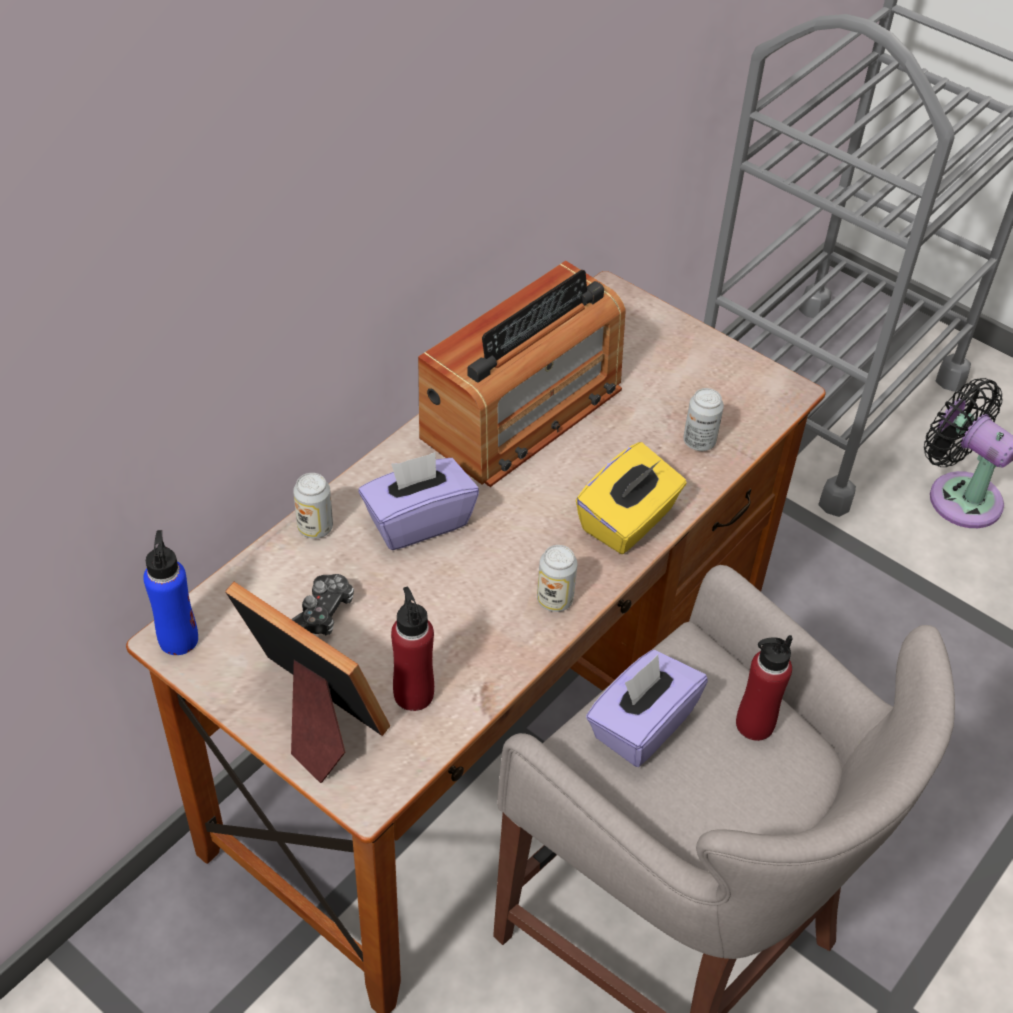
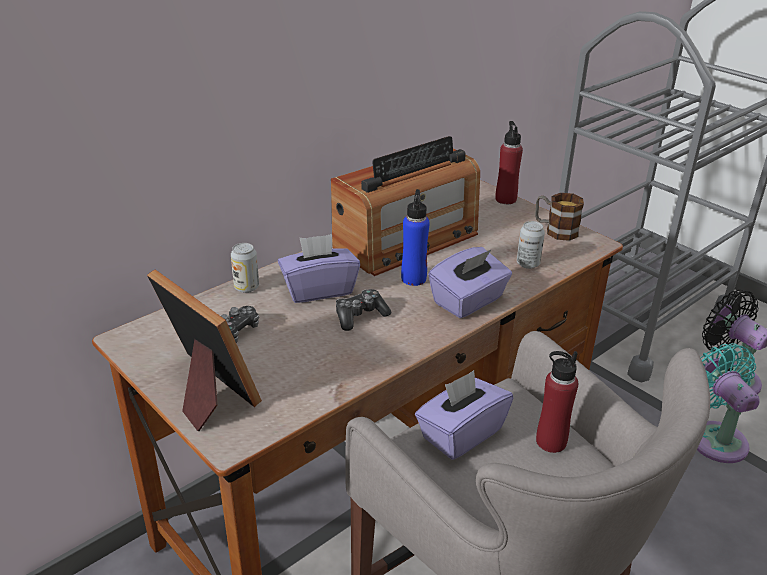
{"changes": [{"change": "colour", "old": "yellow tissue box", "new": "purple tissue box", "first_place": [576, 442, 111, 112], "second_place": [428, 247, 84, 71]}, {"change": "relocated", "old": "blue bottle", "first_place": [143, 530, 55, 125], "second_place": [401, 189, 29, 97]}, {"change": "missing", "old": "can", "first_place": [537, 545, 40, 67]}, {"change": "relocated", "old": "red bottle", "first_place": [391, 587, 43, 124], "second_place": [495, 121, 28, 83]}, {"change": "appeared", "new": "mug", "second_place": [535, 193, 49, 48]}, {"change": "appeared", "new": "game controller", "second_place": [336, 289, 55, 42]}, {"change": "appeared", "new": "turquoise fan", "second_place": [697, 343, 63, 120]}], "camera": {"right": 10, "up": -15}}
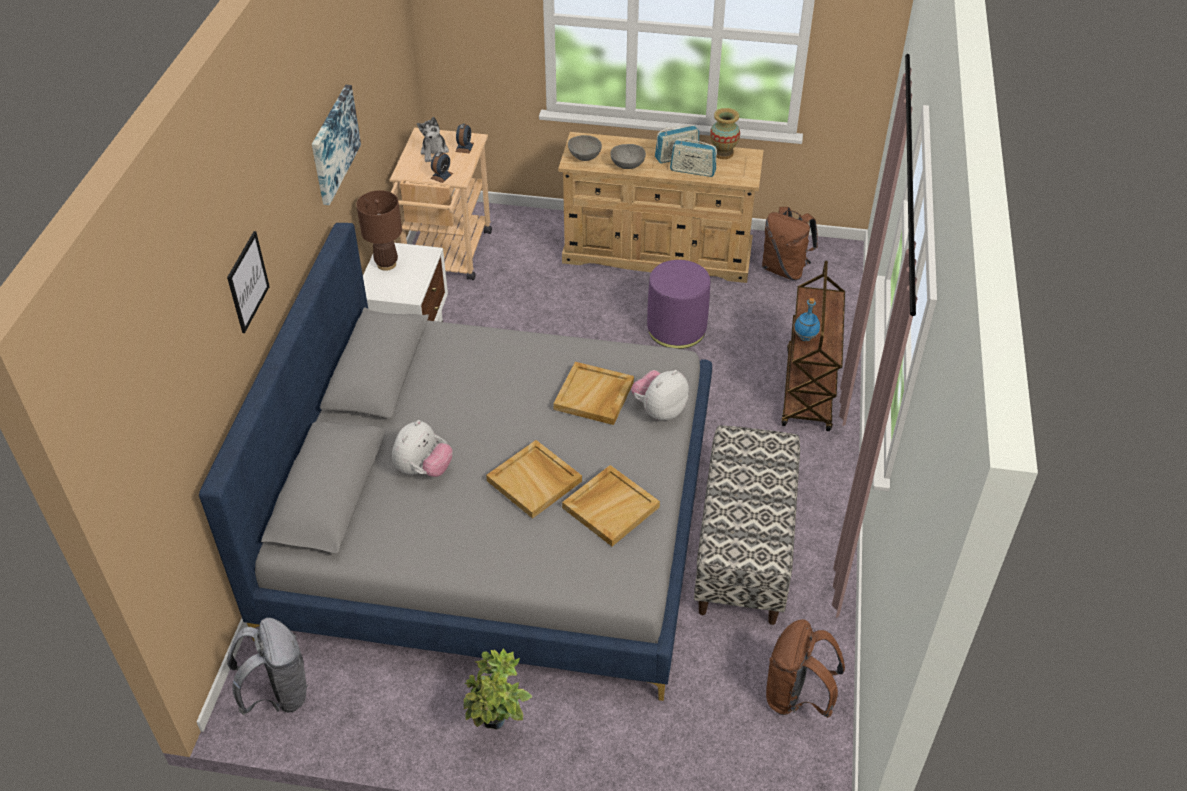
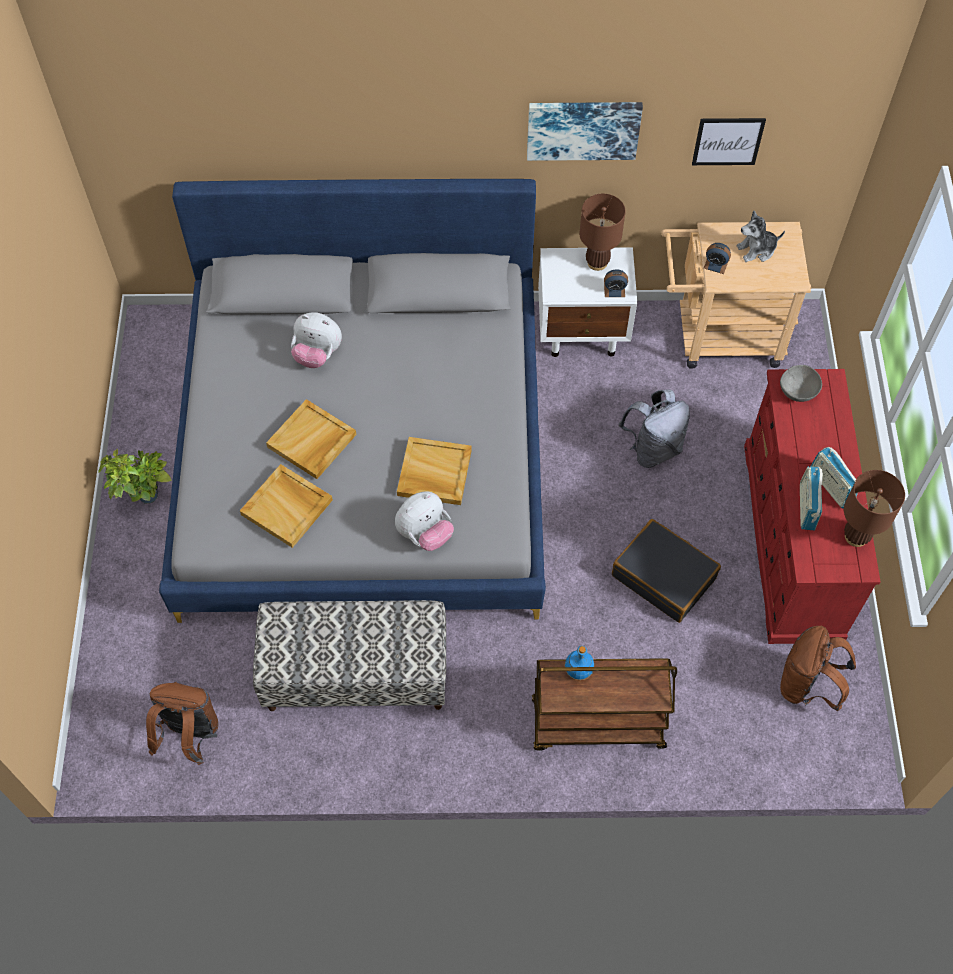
{"changes": [{"change": "exchanged", "old": "vase", "new": "brown table lamp", "first_place": [710, 108, 30, 51], "second_place": [844, 470, 61, 77]}, {"change": "relocated", "old": "alarm clock", "first_place": [455, 123, 19, 30], "second_place": [604, 269, 24, 28]}, {"change": "colour", "old": "beige dresser", "new": "red dresser", "first_place": [558, 132, 206, 151], "second_place": [744, 369, 136, 275]}, {"change": "missing", "old": "grey bowl", "first_place": [610, 144, 36, 25]}, {"change": "relocated", "old": "picture", "first_place": [227, 231, 43, 102], "second_place": [692, 118, 74, 47]}, {"change": "exchanged", "old": "purple ottoman", "new": "black suitcase", "first_place": [647, 260, 63, 89], "second_place": [612, 519, 109, 104]}, {"change": "spun", "old": "plush toy", "first_place": [631, 370, 58, 51], "second_place": [395, 491, 59, 60], "degrees": 105}, {"change": "relocated", "old": "grey backpack", "first_place": [227, 618, 81, 97], "second_place": [619, 389, 71, 79]}], "camera": {"right": 80, "up": 15}}
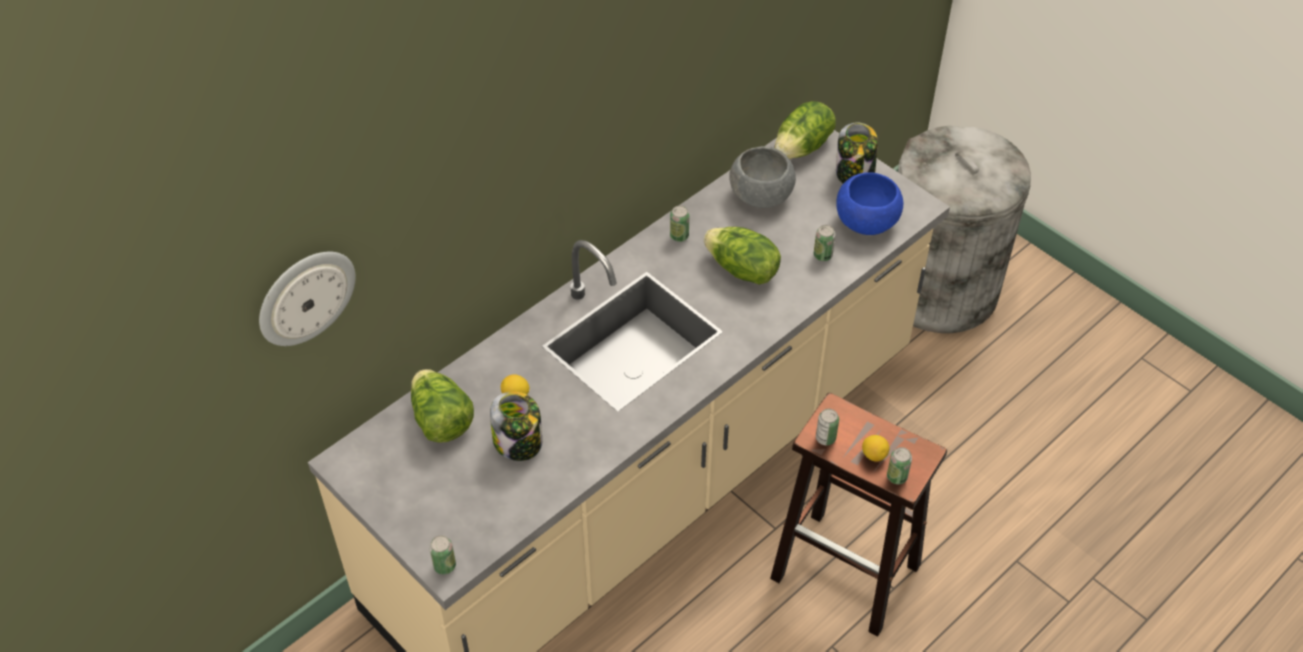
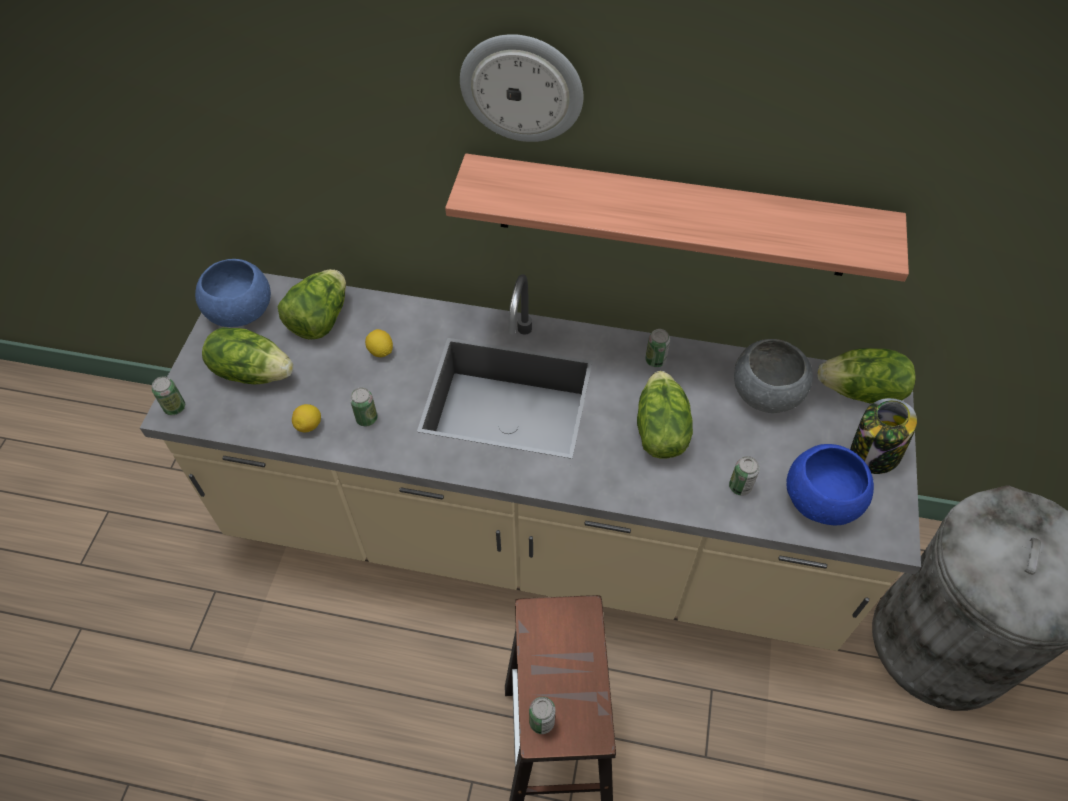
{"changes": [{"change": "relocated", "old": "wall clock", "first_place": [259, 252, 97, 94], "second_place": [460, 34, 123, 108]}, {"change": "missing", "old": "jar", "first_place": [490, 391, 52, 70]}, {"change": "relocated", "old": "can", "first_place": [816, 409, 23, 37], "second_place": [350, 387, 27, 39]}, {"change": "relocated", "old": "lemon", "first_place": [862, 435, 27, 27], "second_place": [292, 404, 29, 28]}, {"change": "appeared", "new": "shelf", "second_place": [445, 154, 464, 128]}, {"change": "appeared", "new": "blue bowl", "second_place": [195, 259, 76, 68]}, {"change": "appeared", "new": "lettuce", "second_place": [202, 327, 91, 57]}], "camera": {"right": 55, "up": 5}}
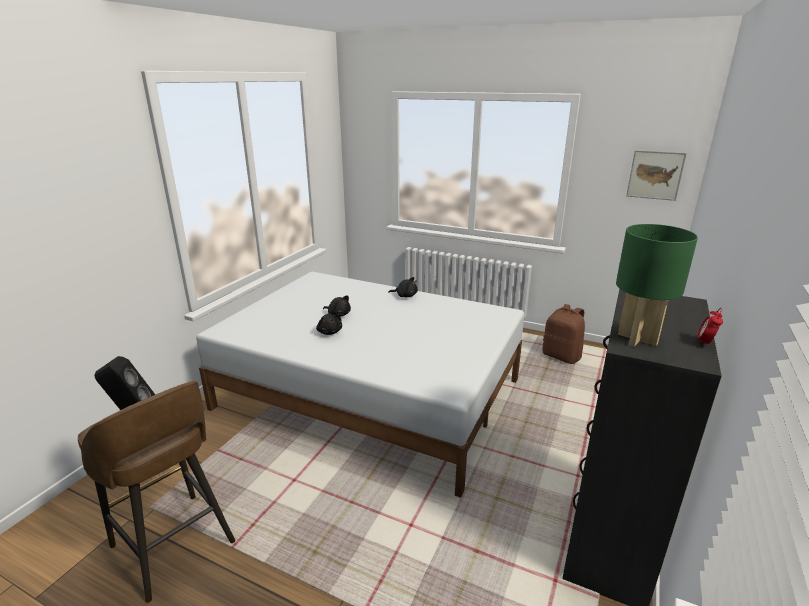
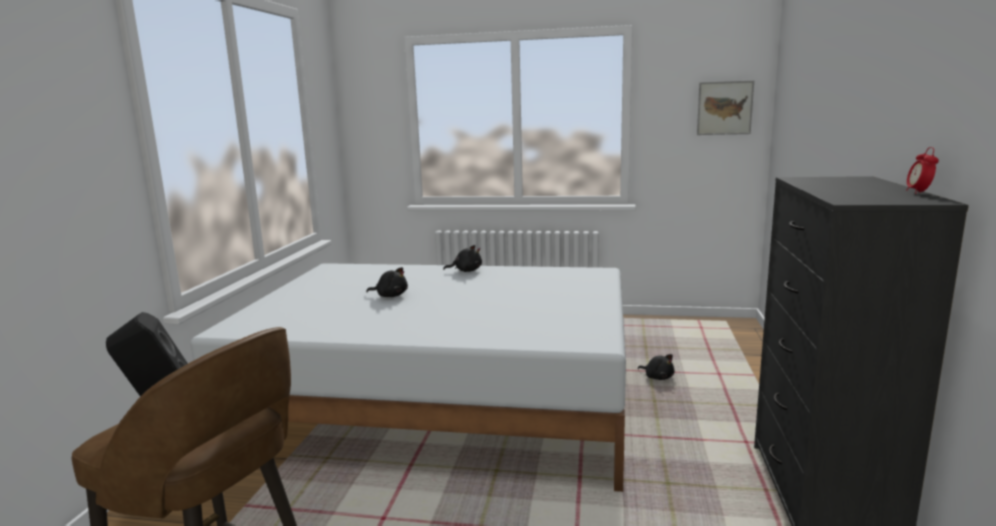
{"changes": [{"change": "missing", "old": "green table lamp", "first_place": [616, 224, 82, 123]}, {"change": "missing", "old": "brown backpack", "first_place": [543, 304, 42, 60]}, {"change": "relocated", "old": "black plush toy", "first_place": [316, 314, 26, 21], "second_place": [638, 354, 37, 26]}], "camera": {"right": -15, "up": -10}}
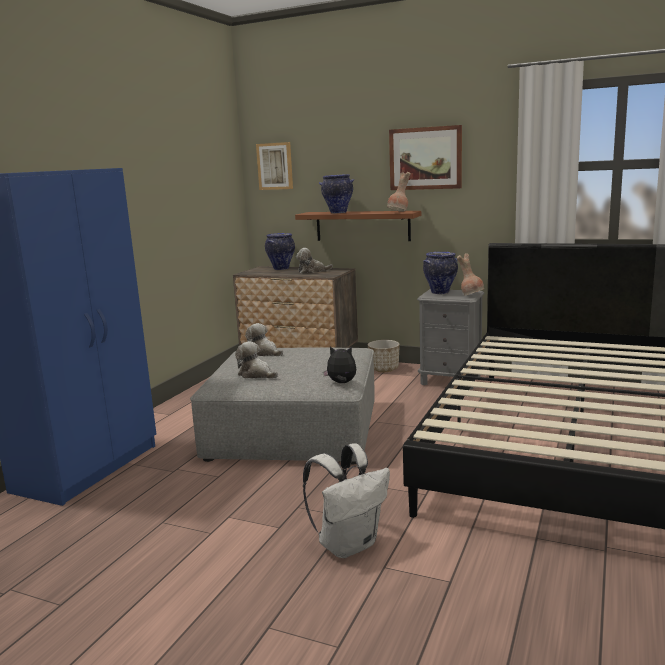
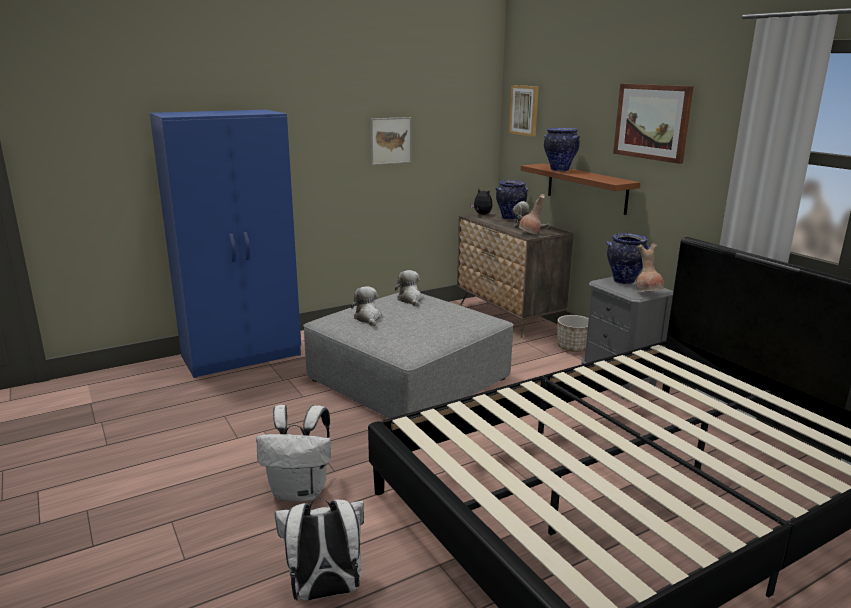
{"changes": [{"change": "relocated", "old": "brown vase", "first_place": [387, 172, 24, 40], "second_place": [519, 194, 26, 40]}, {"change": "relocated", "old": "plush toy", "first_place": [323, 346, 33, 37], "second_place": [470, 189, 23, 26]}, {"change": "appeared", "new": "picture", "second_place": [370, 117, 42, 48]}, {"change": "appeared", "new": "white backpack", "second_place": [275, 498, 89, 103]}], "camera": {"right": 35, "up": 5}}
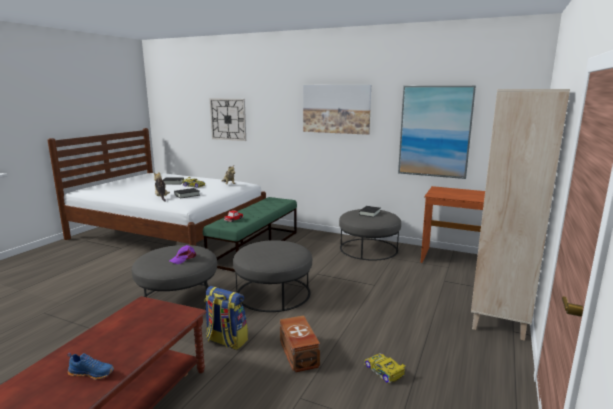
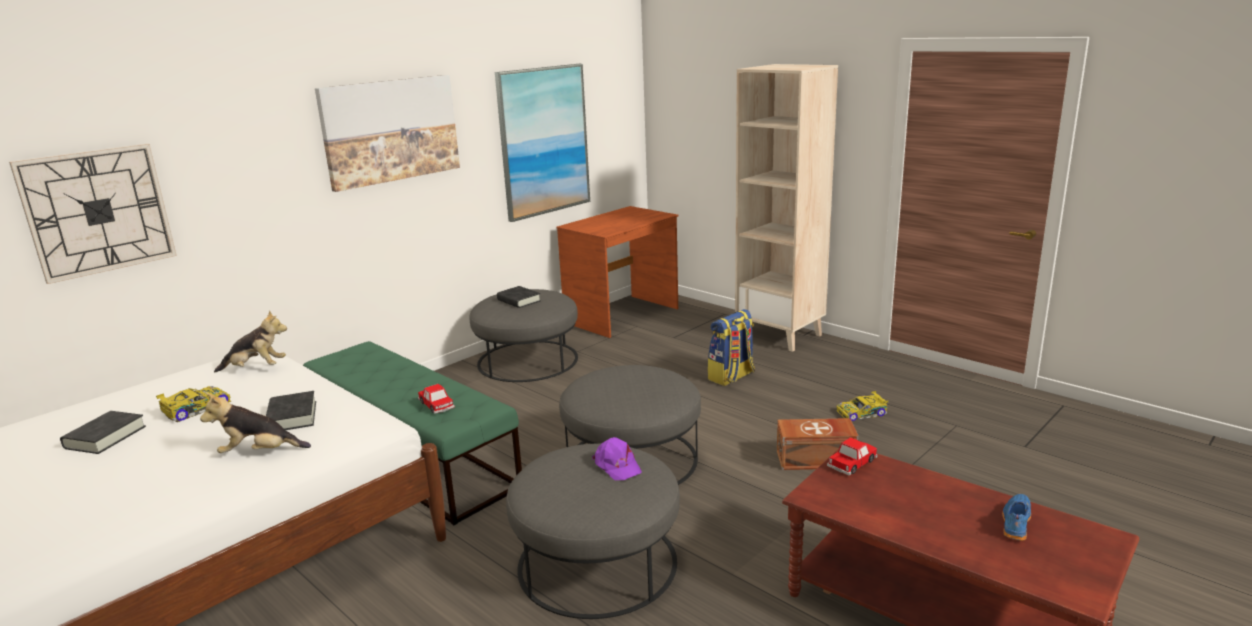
{"changes": [{"change": "relocated", "old": "backpack", "first_place": [204, 286, 44, 64], "second_place": [708, 309, 47, 77]}, {"change": "appeared", "new": "toy car", "second_place": [827, 437, 51, 39]}], "camera": {"right": -70, "up": 5}}
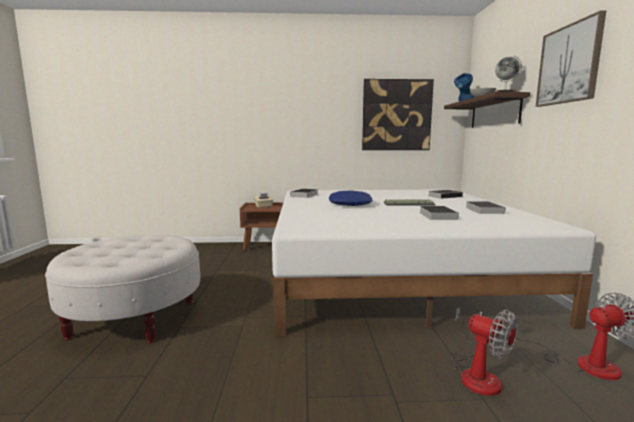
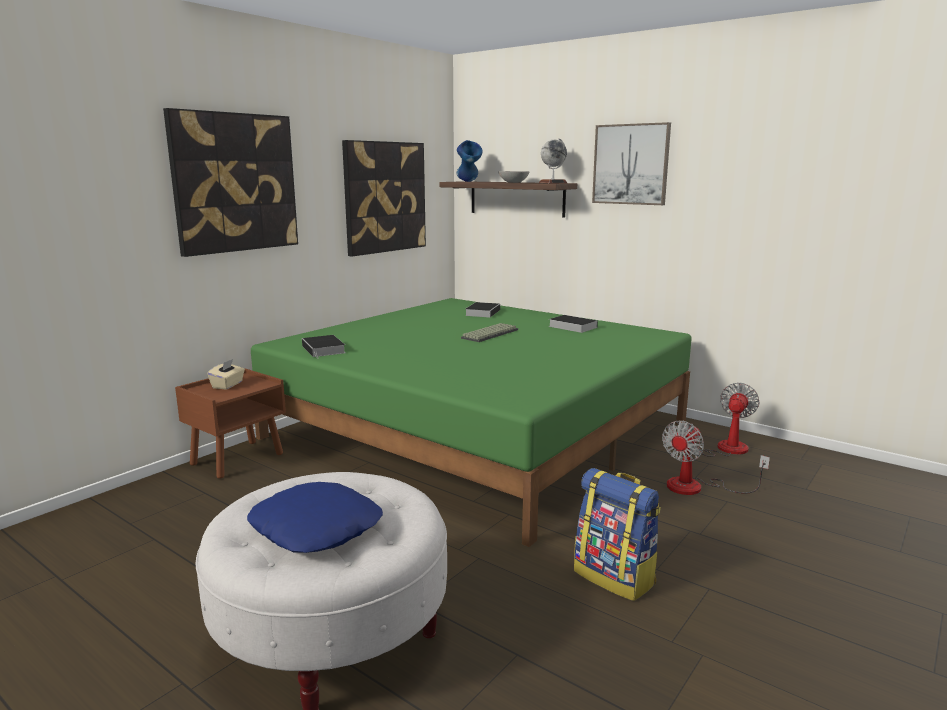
{"changes": [{"change": "colour", "old": "white bed", "new": "green bed", "first_place": [272, 189, 324, 147], "second_place": [251, 298, 441, 249]}, {"change": "relocated", "old": "blue pillow", "first_place": [329, 190, 44, 16], "second_place": [247, 482, 136, 71]}, {"change": "missing", "old": "book", "first_place": [419, 206, 40, 14]}, {"change": "spun", "old": "fan", "first_place": [451, 307, 66, 89], "second_place": [662, 421, 108, 74], "degrees": 135}, {"change": "appeared", "new": "picture", "second_place": [163, 108, 135, 149]}, {"change": "appeared", "new": "backpack", "second_place": [574, 468, 87, 133]}], "camera": {"right": -50, "up": 5}}
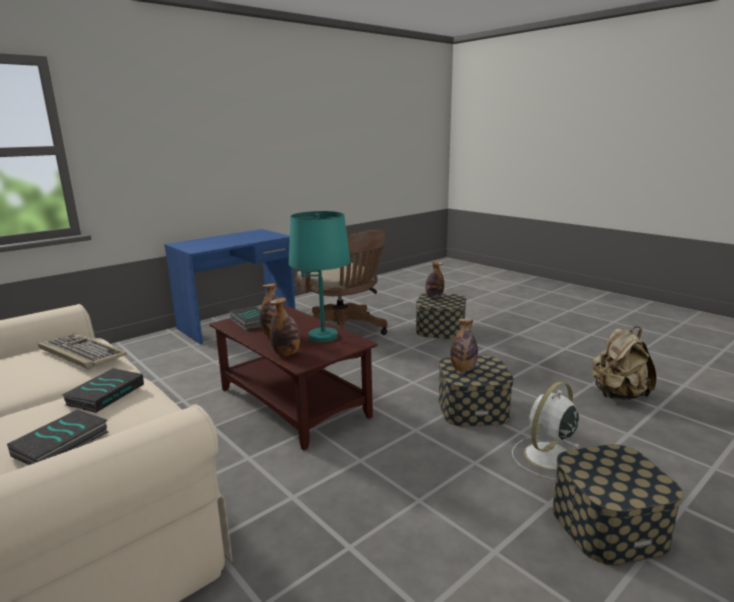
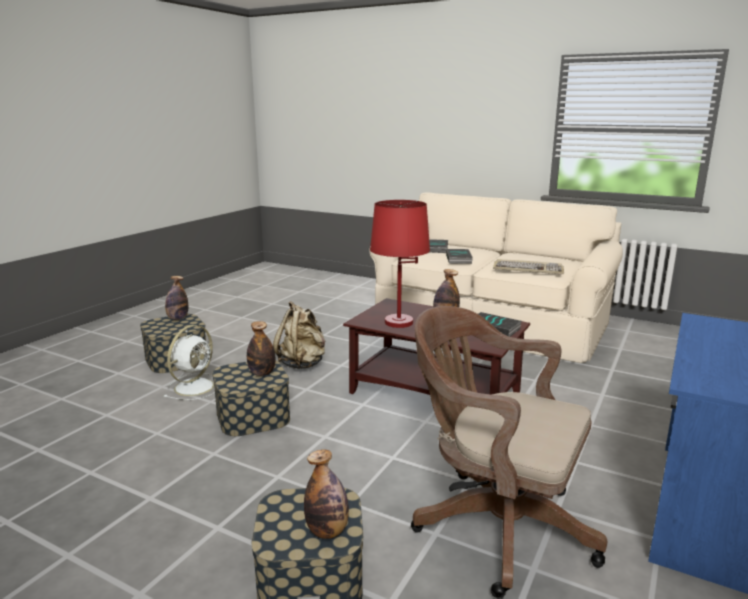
{"changes": [{"change": "colour", "old": "turquoise table lamp", "new": "red table lamp", "first_place": [289, 211, 62, 131], "second_place": [370, 200, 60, 128]}, {"change": "relocated", "old": "bottle", "first_place": [270, 297, 30, 59], "second_place": [165, 276, 23, 44]}, {"change": "relocated", "old": "beige backpack", "first_place": [592, 327, 64, 73], "second_place": [273, 301, 52, 68]}], "camera": {"right": 160, "up": 0}}
